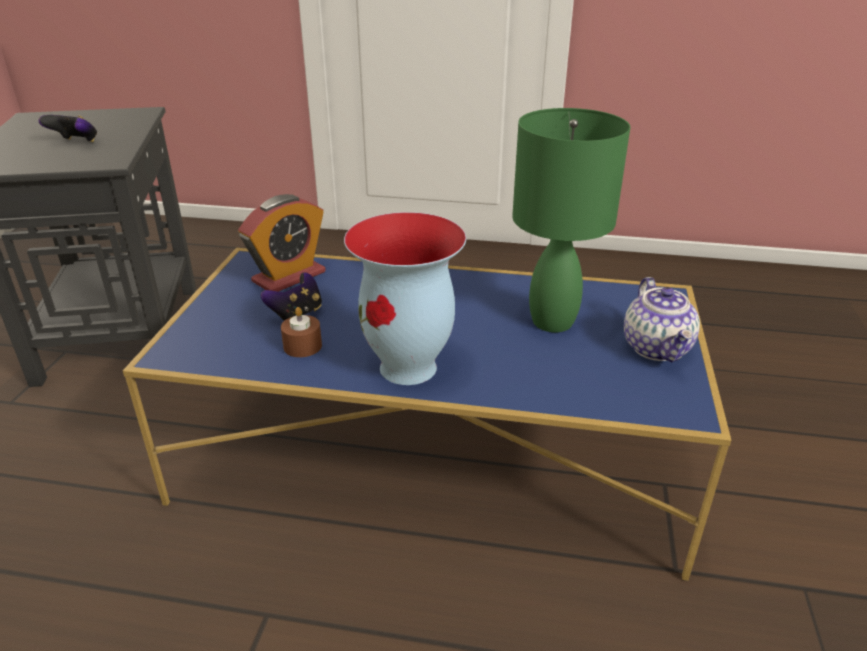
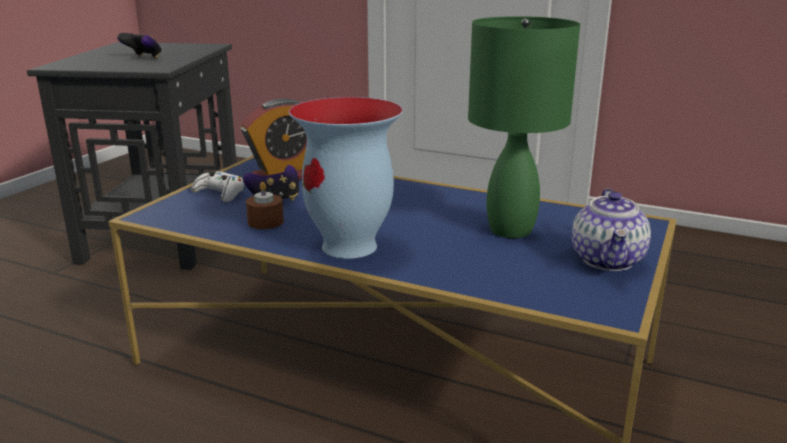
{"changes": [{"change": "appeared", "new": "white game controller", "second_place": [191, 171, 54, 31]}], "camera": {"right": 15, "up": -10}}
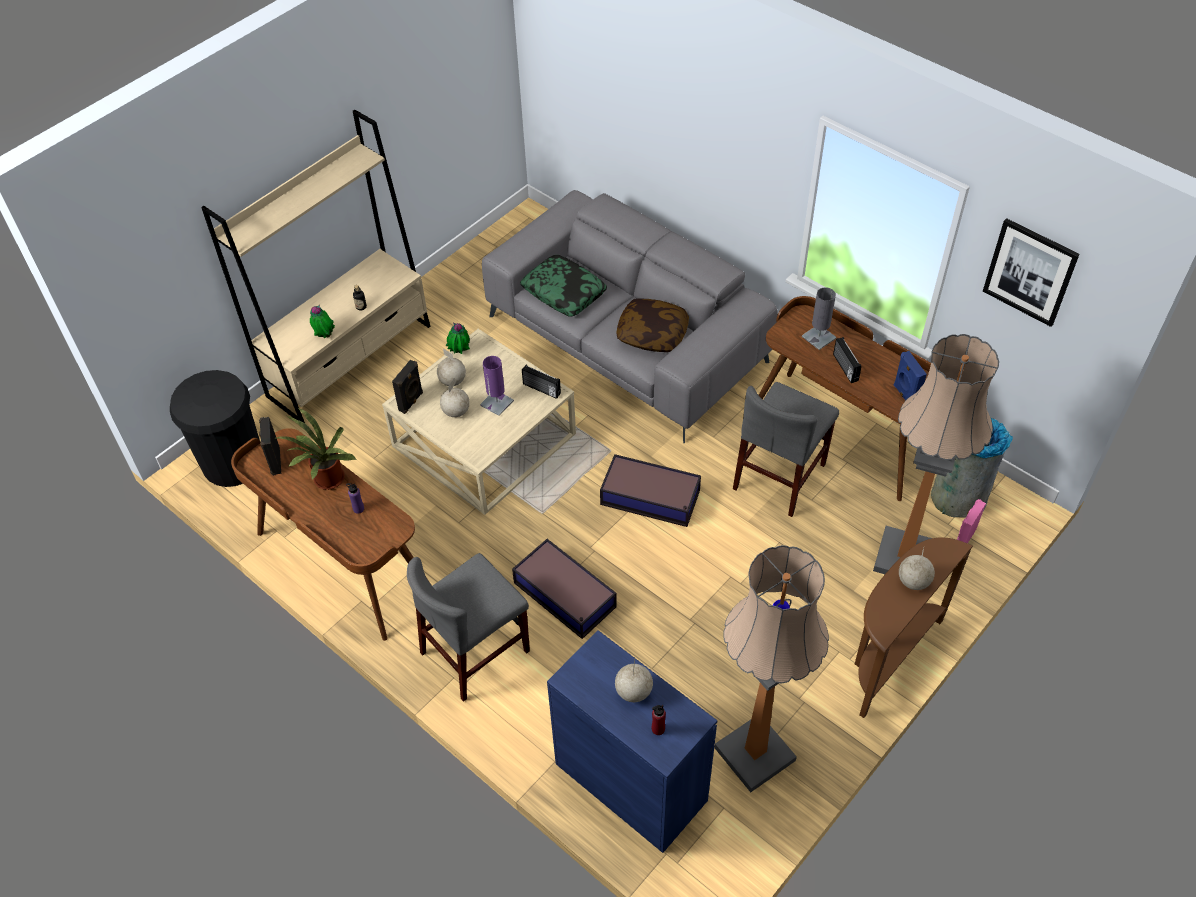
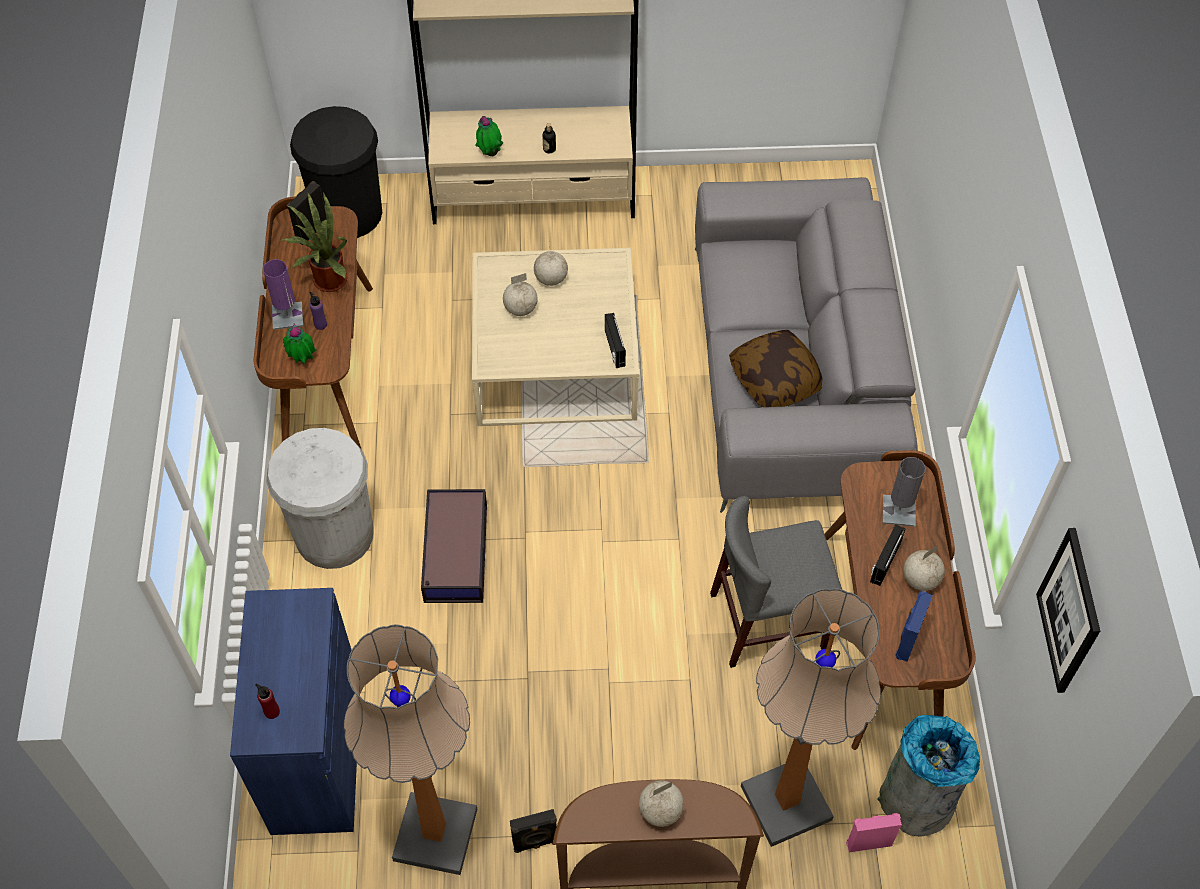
{"changes": [{"change": "missing", "old": "pillow", "first_place": [520, 255, 87, 62]}, {"change": "relocated", "old": "potted plant", "first_place": [446, 323, 24, 31], "second_place": [283, 324, 34, 40]}, {"change": "relocated", "old": "purple table lamp", "first_place": [480, 356, 34, 60], "second_place": [263, 259, 40, 71]}, {"change": "relocated", "old": "black speaker", "first_place": [392, 360, 31, 54], "second_place": [510, 809, 47, 44]}, {"change": "missing", "old": "storage box", "first_place": [600, 454, 101, 73]}, {"change": "exchanged", "old": "grey chair", "new": "white trash can", "first_place": [407, 553, 123, 149], "second_place": [266, 428, 108, 141]}, {"change": "relocated", "old": "globe", "first_place": [615, 659, 38, 43], "second_place": [903, 545, 42, 46]}], "camera": {"right": 45, "up": 5}}
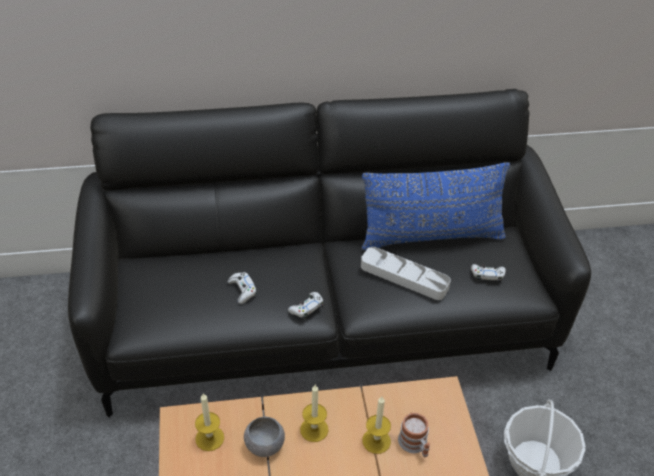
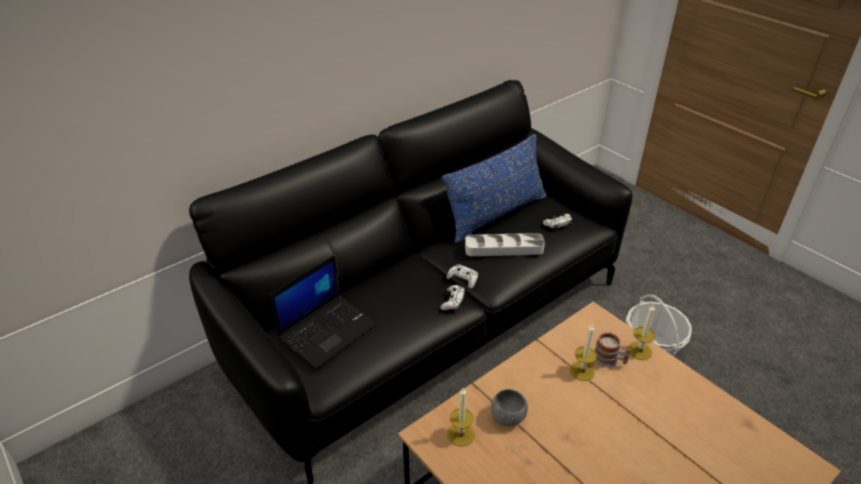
{"changes": [{"change": "relocated", "old": "white game controller", "first_place": [227, 272, 30, 32], "second_place": [447, 265, 31, 24]}, {"change": "relocated", "old": "candle", "first_place": [300, 385, 28, 57], "second_place": [627, 305, 28, 55]}, {"change": "appeared", "new": "laptop", "second_place": [270, 255, 107, 114]}], "camera": {"right": -30, "up": -5}}
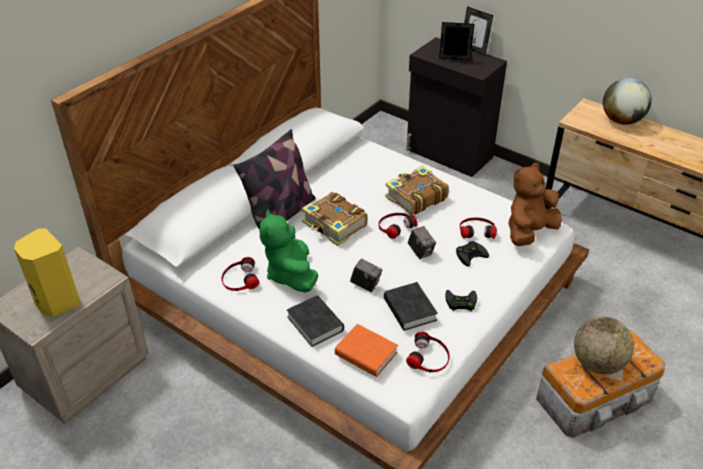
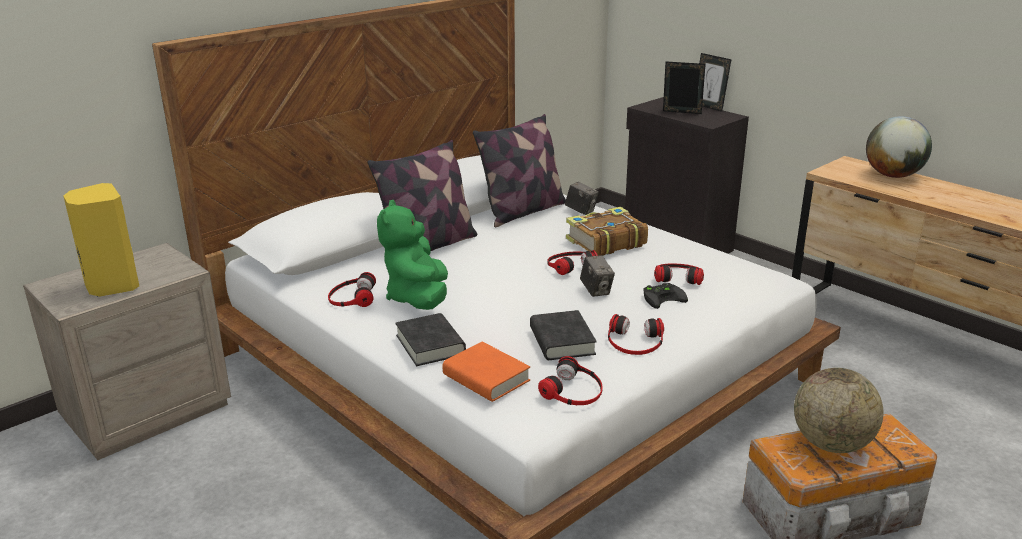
{"changes": [{"change": "missing", "old": "brown plush toy", "first_place": [508, 163, 54, 83]}, {"change": "missing", "old": "book", "first_place": [302, 192, 65, 54]}, {"change": "relocated", "old": "photo camera", "first_place": [350, 259, 32, 33], "second_place": [565, 182, 34, 33]}, {"change": "exchanged", "old": "black game controller", "new": "headphones", "first_place": [445, 290, 32, 22], "second_place": [608, 314, 56, 41]}, {"change": "appeared", "new": "pillow", "second_place": [473, 114, 93, 113]}], "camera": {"right": 10, "up": -15}}
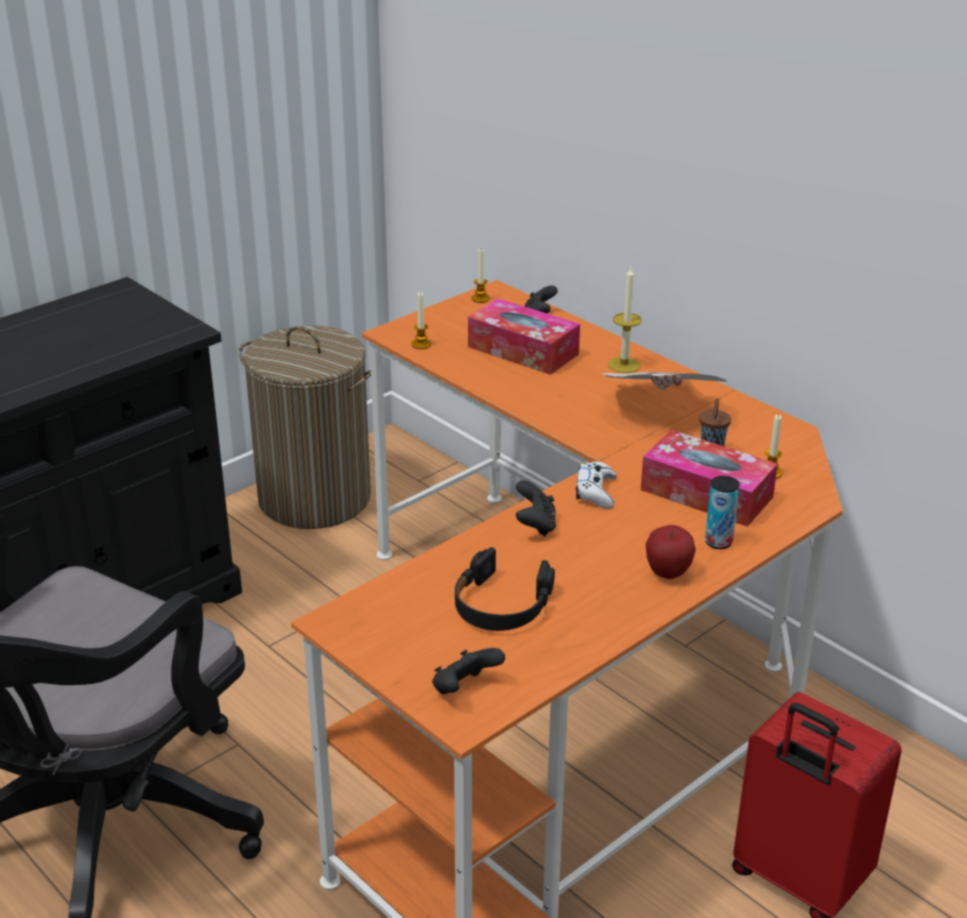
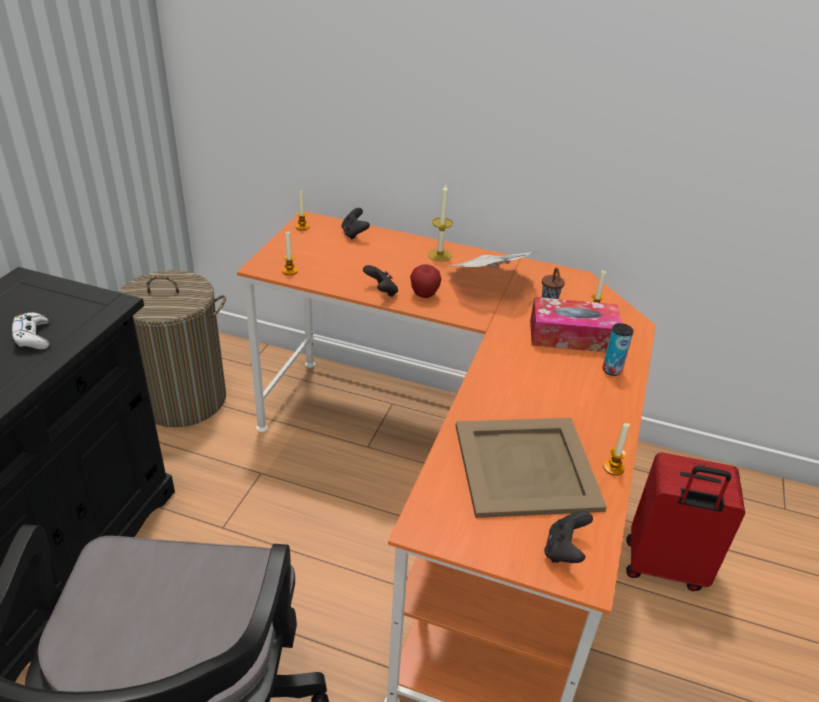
{"changes": [{"change": "missing", "old": "tissue box", "first_place": [468, 298, 112, 77]}, {"change": "relocated", "old": "white game controller", "first_place": [576, 461, 41, 48], "second_place": [12, 312, 37, 37]}, {"change": "relocated", "old": "black game controller", "first_place": [516, 480, 40, 56], "second_place": [363, 265, 35, 32]}, {"change": "relocated", "old": "apple", "first_place": [646, 525, 50, 54], "second_place": [410, 264, 31, 34]}, {"change": "exchanged", "old": "black headphones", "new": "beige tray", "first_place": [455, 547, 100, 84], "second_place": [456, 418, 151, 100]}, {"change": "appeared", "new": "candle", "second_place": [603, 423, 27, 53]}], "camera": {"right": -30, "up": 5}}
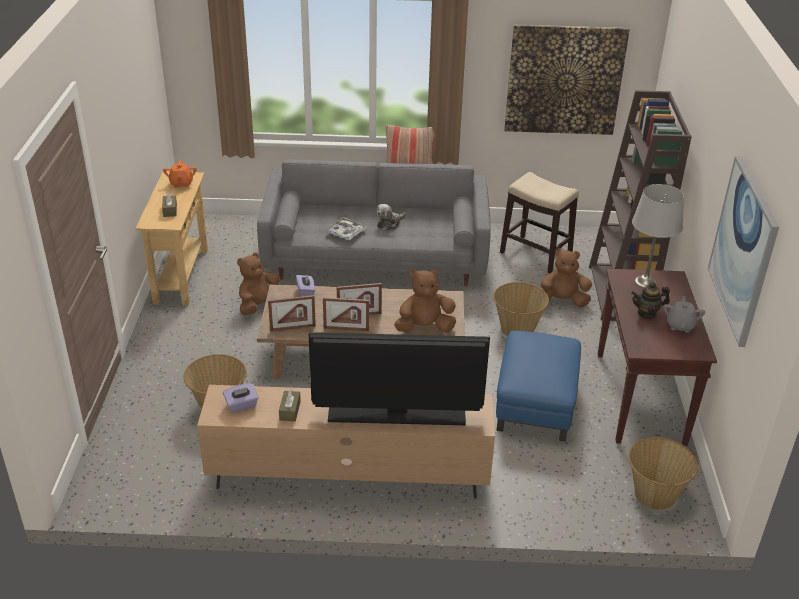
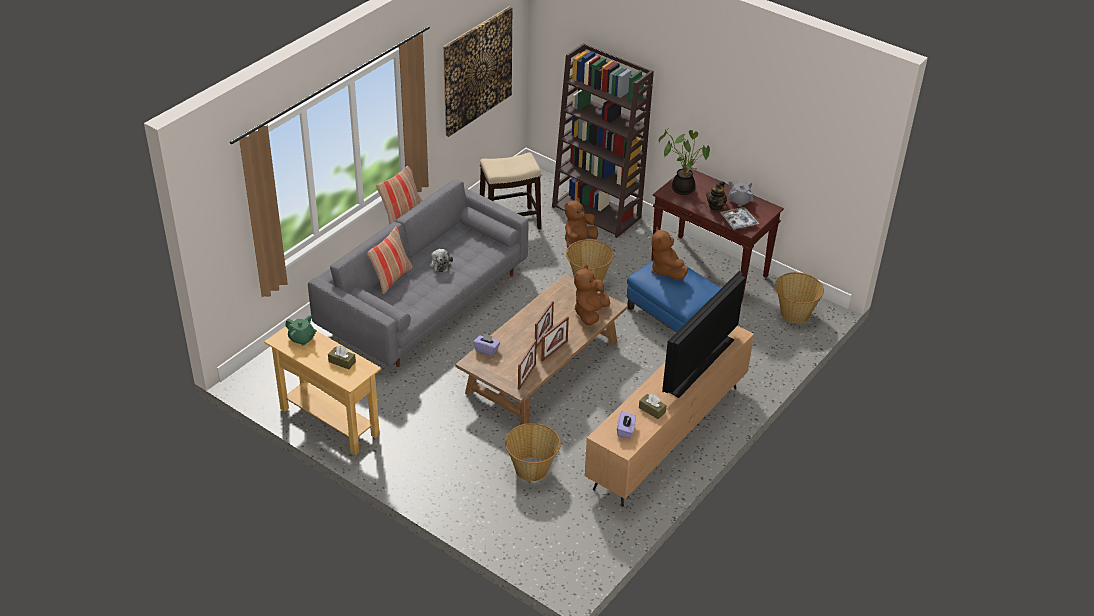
{"changes": [{"change": "missing", "old": "picture", "first_place": [708, 156, 71, 191]}, {"change": "colour", "old": "orange teapot", "new": "green teapot", "first_place": [163, 160, 34, 28], "second_place": [285, 315, 32, 31]}, {"change": "exchanged", "old": "grey table lamp", "new": "potted plant", "first_place": [632, 184, 52, 104], "second_place": [658, 128, 52, 67]}, {"change": "relocated", "old": "tray", "first_place": [325, 217, 42, 23], "second_place": [720, 207, 39, 23]}, {"change": "relocated", "old": "brown plush toy", "first_place": [237, 253, 42, 62], "second_place": [651, 227, 37, 53]}, {"change": "appeared", "new": "pillow", "second_place": [367, 226, 46, 69]}], "camera": {"right": -55, "up": 5}}
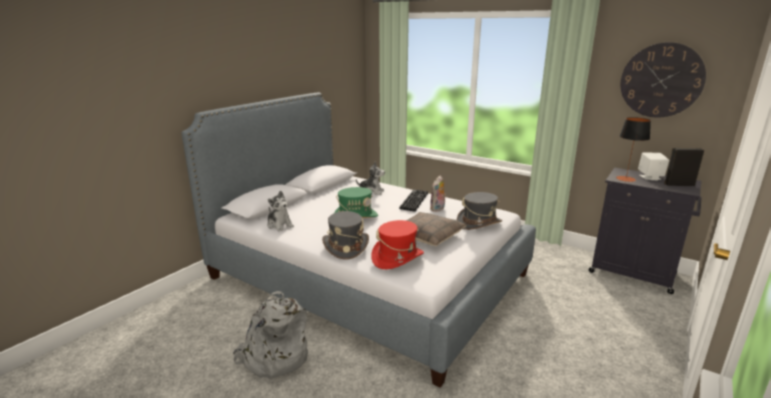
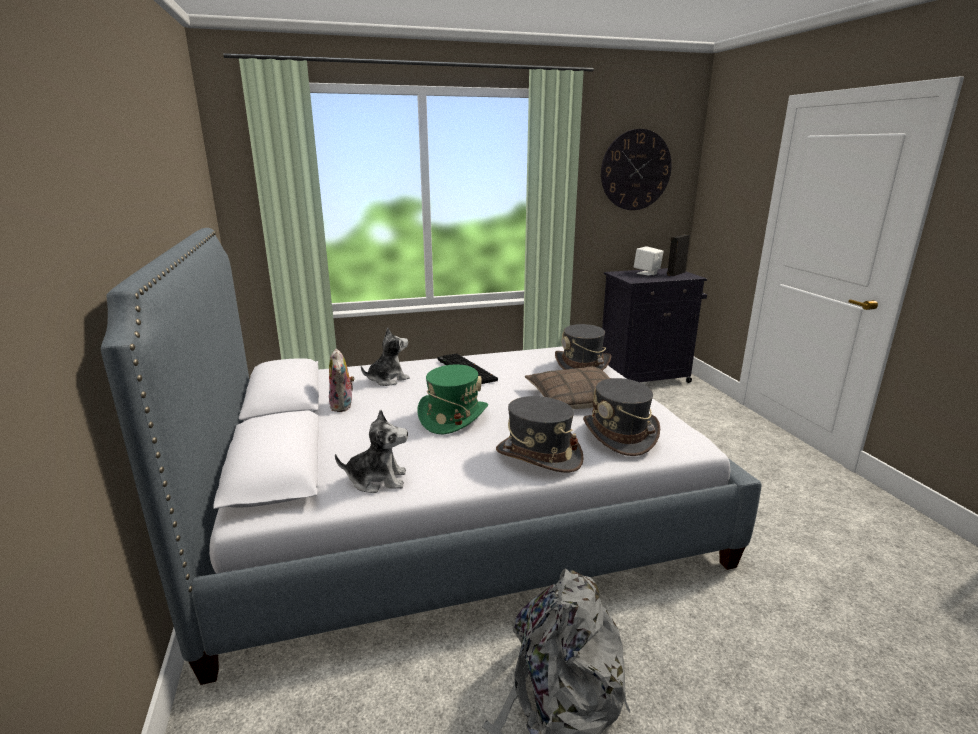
{"changes": [{"change": "missing", "old": "table lamp", "first_place": [616, 117, 35, 65]}, {"change": "relocated", "old": "plush toy", "first_place": [430, 175, 16, 37], "second_place": [329, 349, 26, 63]}, {"change": "colour", "old": "red hat", "new": "grey hat", "first_place": [371, 220, 53, 49], "second_place": [583, 378, 77, 78]}], "camera": {"right": -50, "up": 0}}
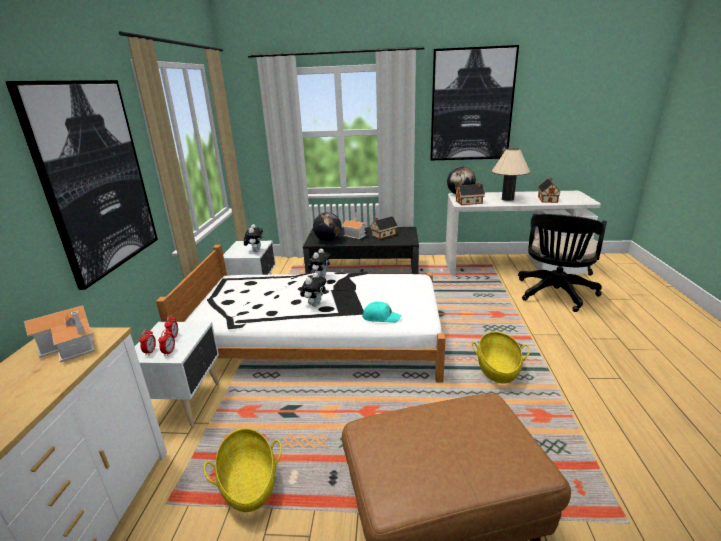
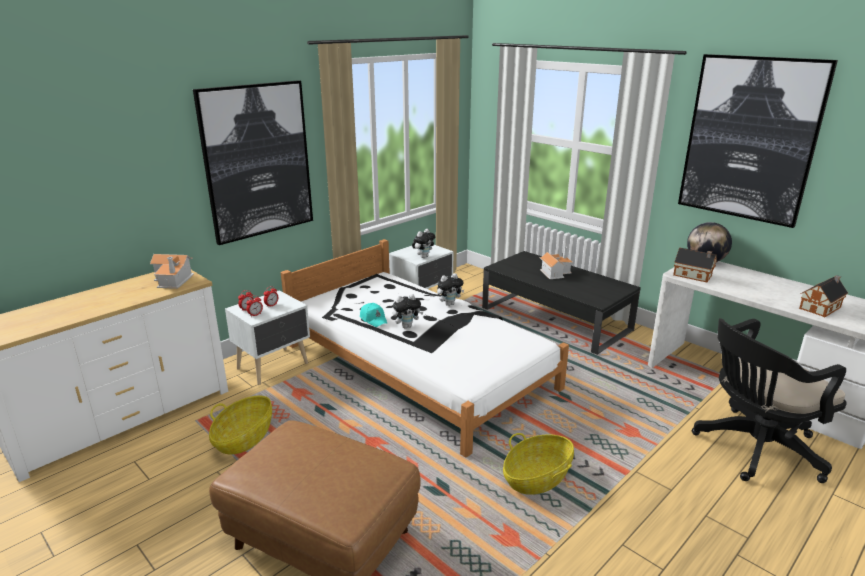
{"changes": [{"change": "missing", "old": "beige table lamp", "first_place": [492, 148, 38, 53]}, {"change": "missing", "old": "globe", "first_place": [313, 212, 29, 29]}, {"change": "missing", "old": "toy house", "first_place": [370, 216, 28, 23]}, {"change": "relocated", "old": "turquoise cap", "first_place": [362, 301, 40, 22], "second_place": [360, 303, 28, 24]}], "camera": {"right": 40, "up": 0}}
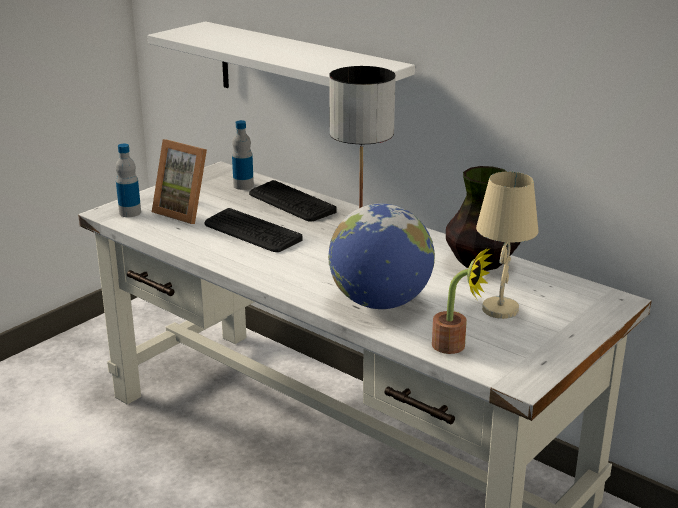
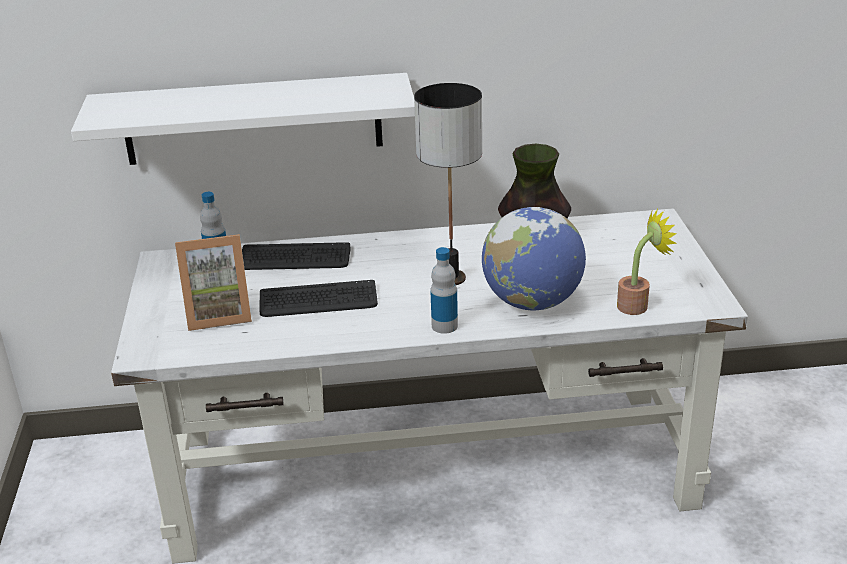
{"changes": [{"change": "relocated", "old": "bottle", "first_place": [116, 144, 25, 73], "second_place": [430, 247, 28, 87]}, {"change": "missing", "old": "beige table lamp", "first_place": [476, 172, 63, 147]}], "camera": {"right": -45, "up": 5}}
